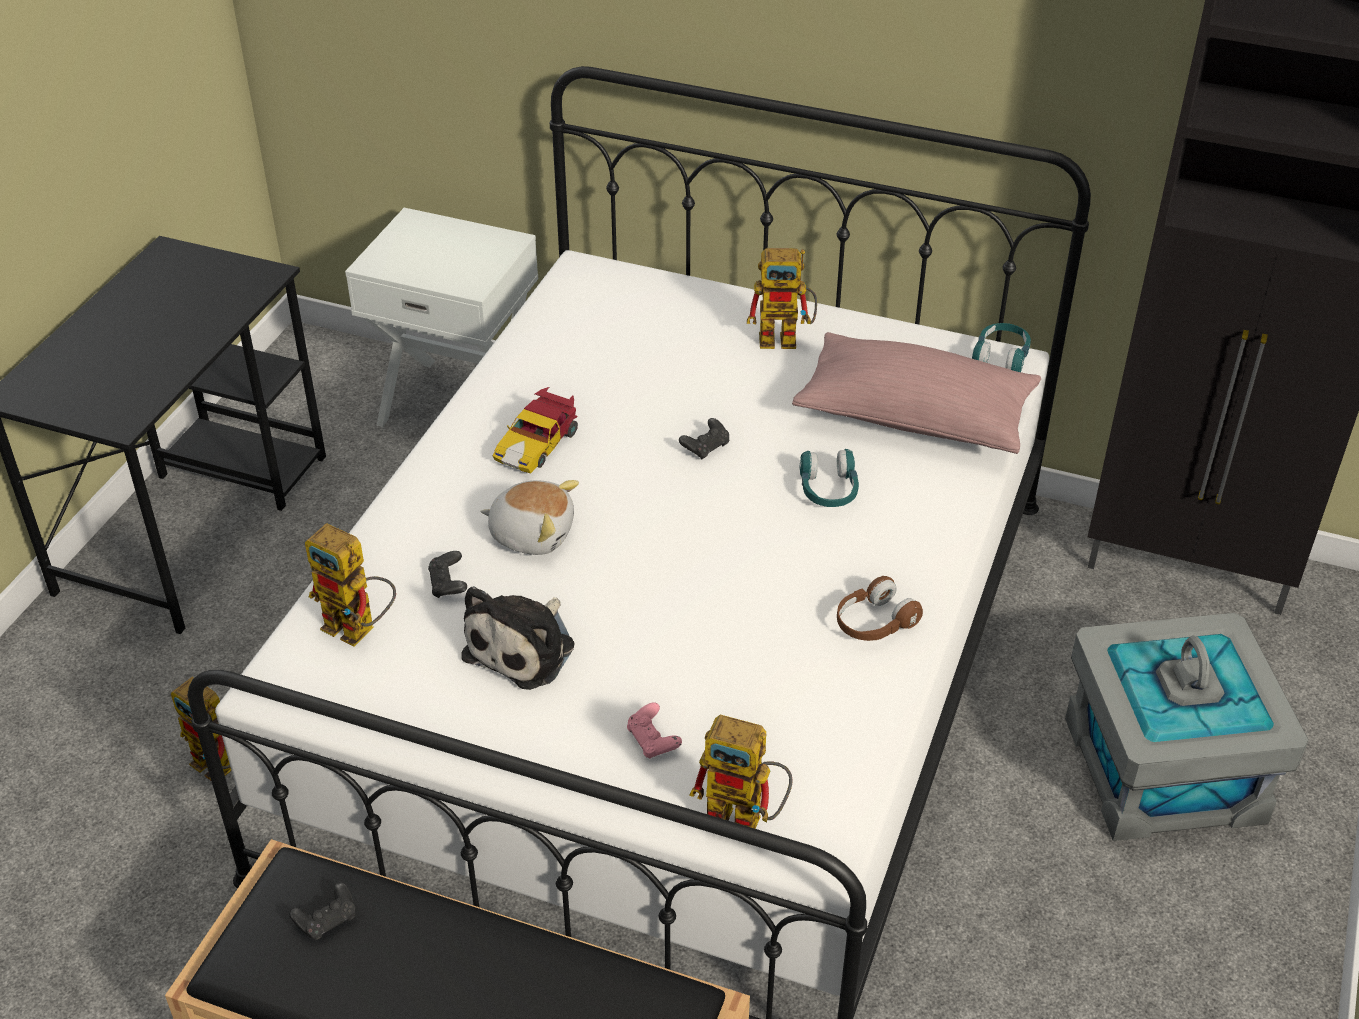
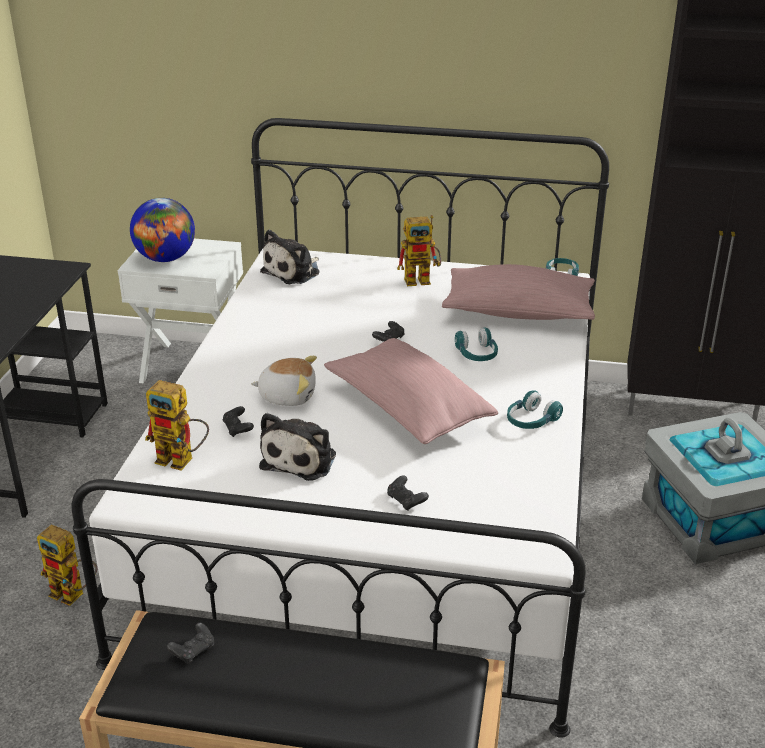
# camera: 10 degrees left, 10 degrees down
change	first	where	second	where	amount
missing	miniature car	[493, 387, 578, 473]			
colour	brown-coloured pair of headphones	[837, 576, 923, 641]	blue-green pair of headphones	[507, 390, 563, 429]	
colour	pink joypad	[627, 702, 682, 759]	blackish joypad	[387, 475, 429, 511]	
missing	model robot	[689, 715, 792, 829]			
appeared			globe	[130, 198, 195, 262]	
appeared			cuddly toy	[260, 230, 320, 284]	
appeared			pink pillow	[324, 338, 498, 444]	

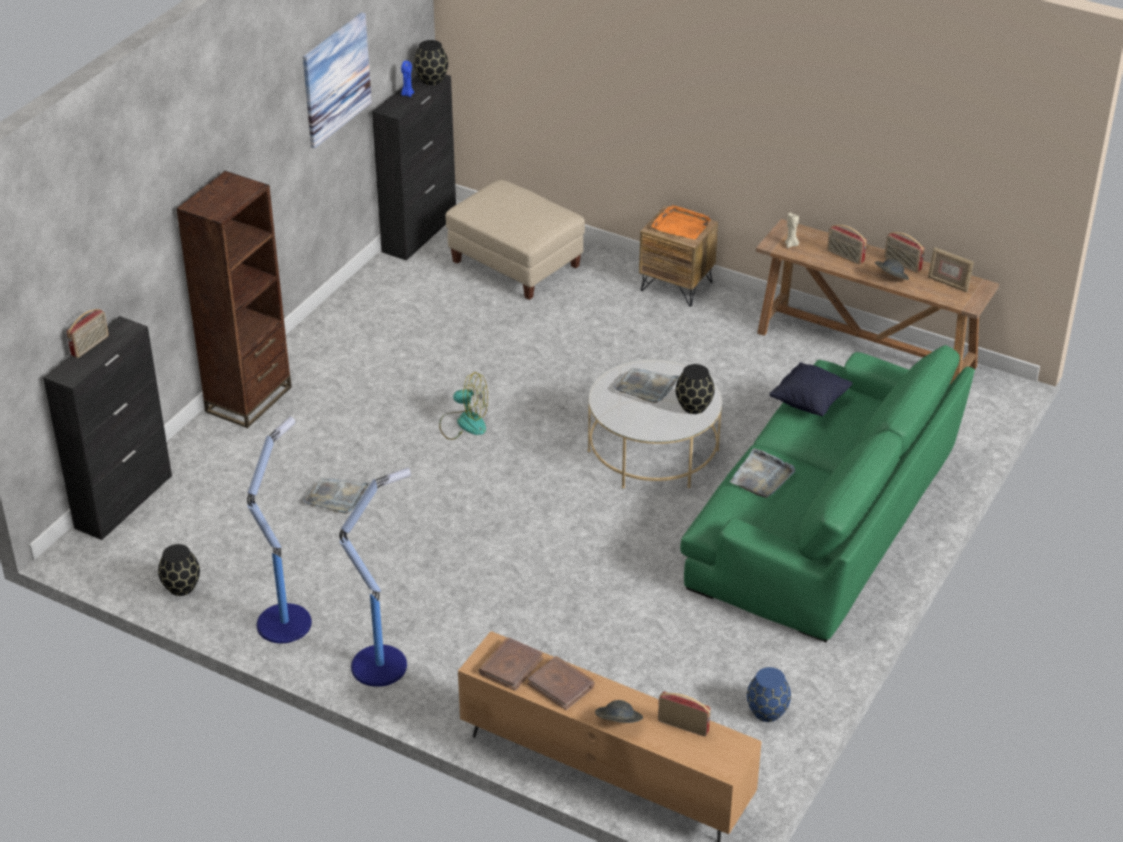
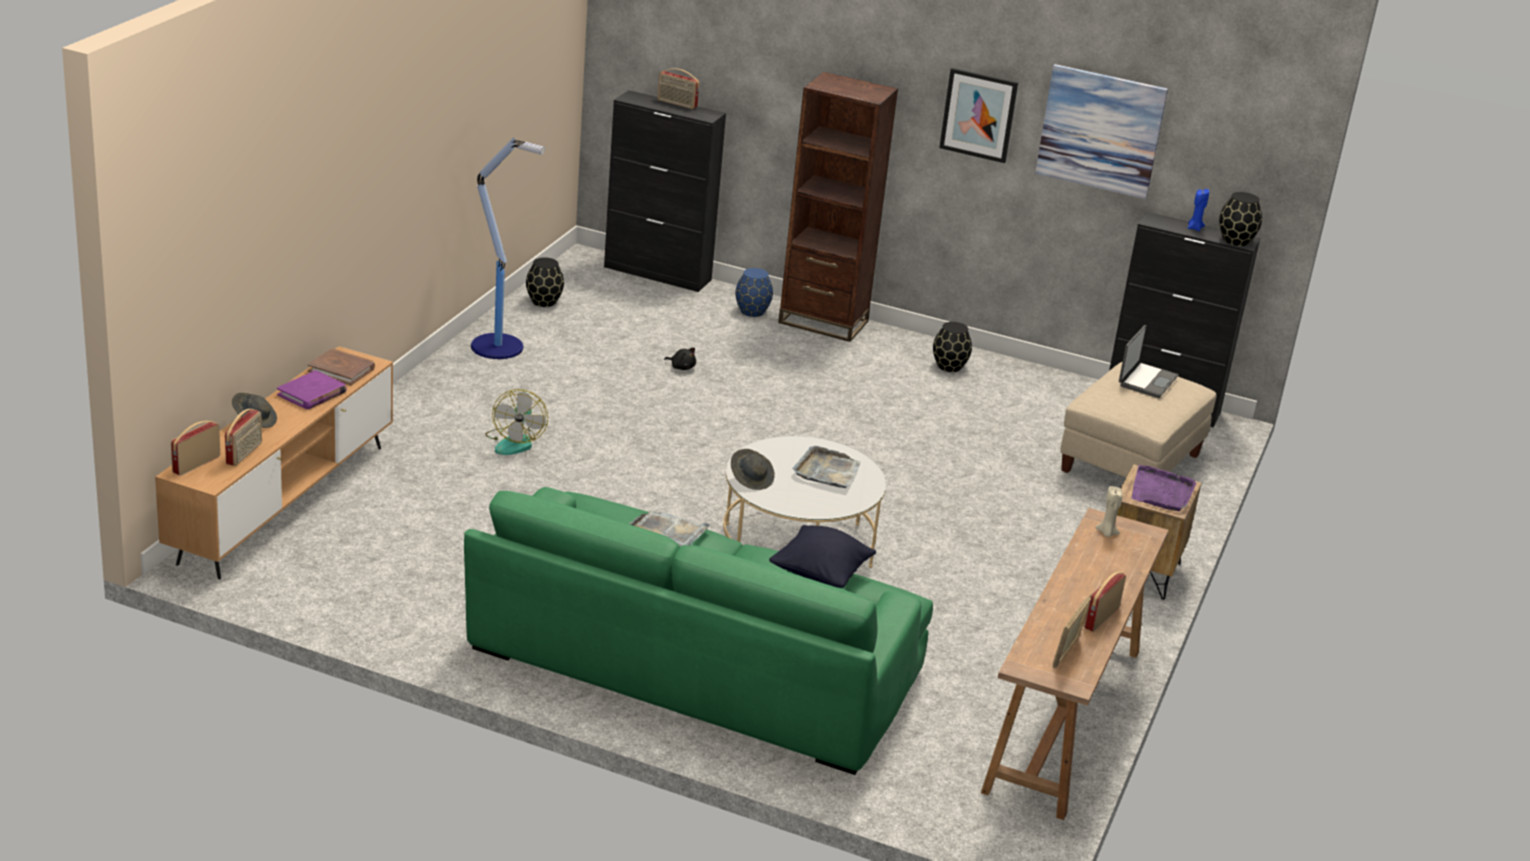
# camera: 80 degrees right, 10 degrees down
change	first	where	second	where	amount
colour	orangey carrying tray	[651, 205, 711, 239]	purplish carrying tray	[1131, 465, 1197, 511]	
relocated	radio receiver	[827, 225, 867, 265]		[171, 421, 220, 476]	
relocated	grey clothing hat	[875, 259, 909, 280]		[731, 449, 775, 490]	
relocated	blackish flower vase	[675, 364, 715, 414]		[933, 322, 972, 372]	
relocated	electric fan	[439, 372, 488, 440]		[486, 389, 548, 455]	
missing	standing lamp	[339, 467, 411, 687]			
exchanged	grey carrying tray	[303, 478, 370, 514]	blackish cuddly toy	[664, 348, 696, 370]	
colour	brown-coloured volume	[528, 656, 595, 710]	purplish volume	[277, 370, 347, 409]	
relocated	blue flower vase	[747, 667, 791, 722]		[735, 268, 773, 317]	
appeared			wall art	[939, 68, 1018, 163]	
appeared			laptop	[1119, 325, 1178, 398]	

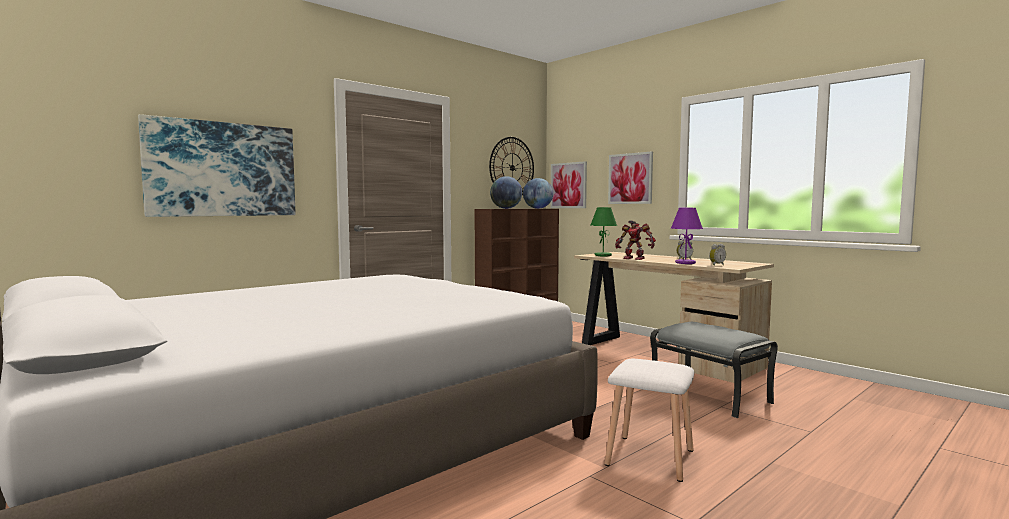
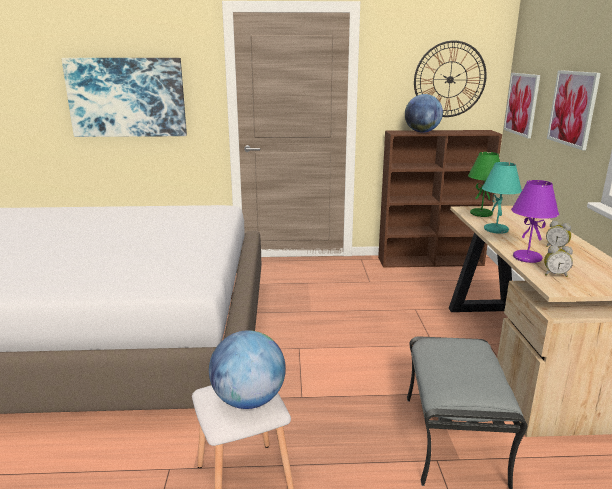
# camera: 40 degrees right, 15 degrees up
change	first	where	second	where	amount
relocated	globe	[523, 178, 553, 209]		[209, 330, 286, 409]	
exchanged	model robot	[615, 220, 656, 260]	blue-green lamp for a table	[482, 162, 522, 234]	

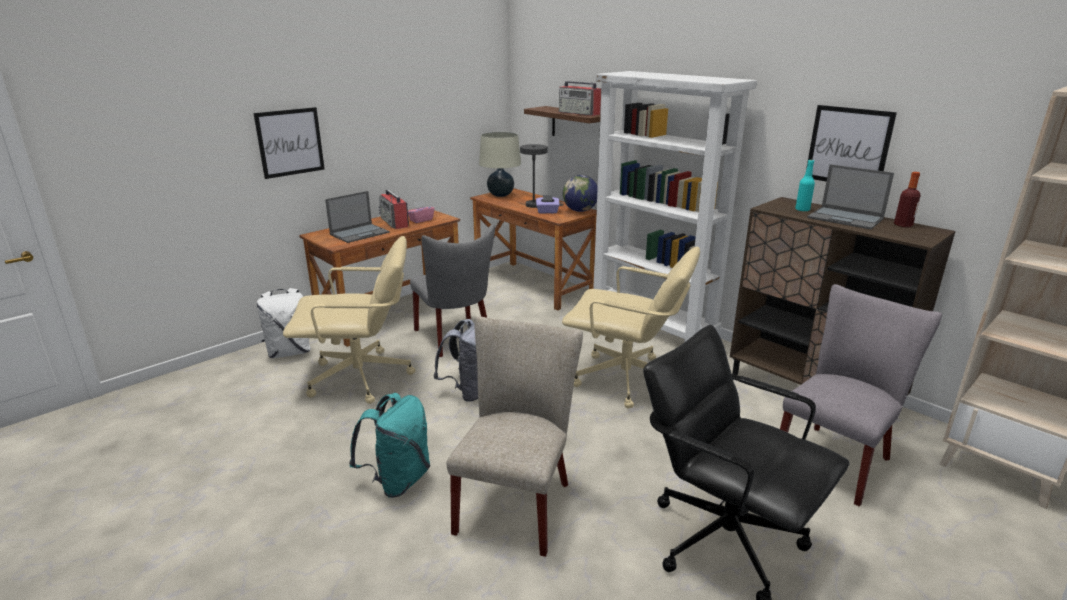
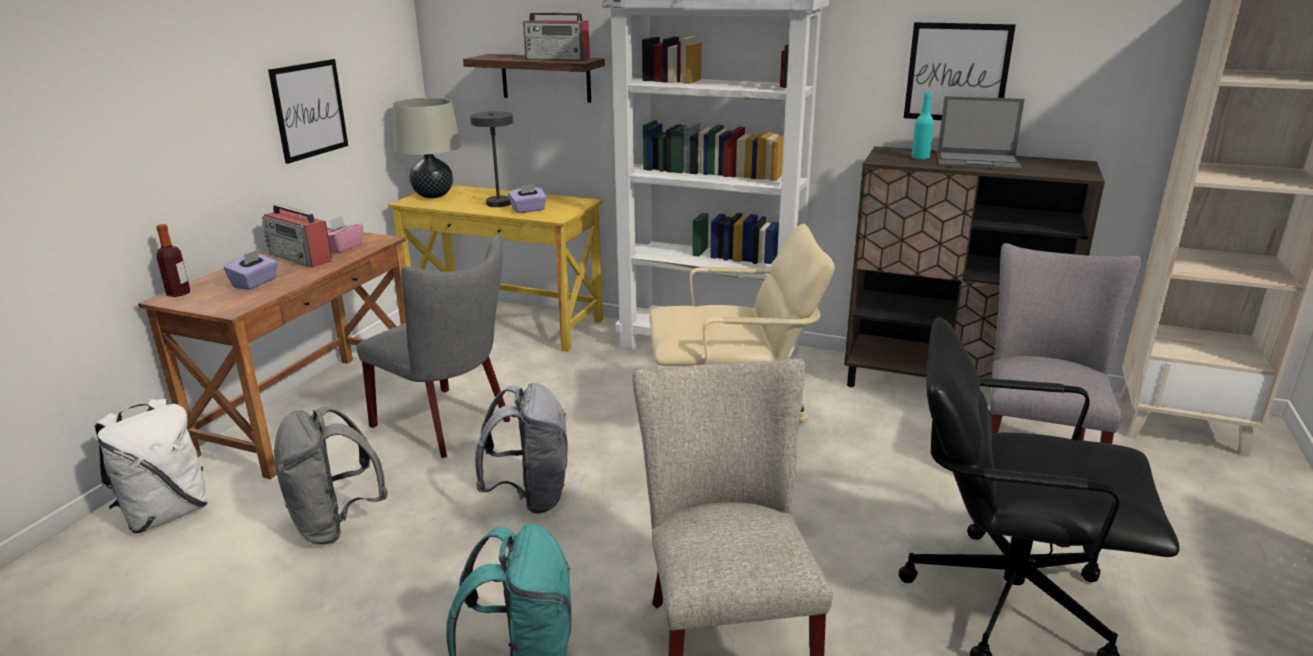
# camera: 25 degrees left, 0 degrees up
change	first	where	second	where	amount
relocated	wall art	[254, 107, 325, 179]		[268, 59, 348, 164]	
relocated	drink bottle	[894, 172, 921, 227]		[156, 224, 190, 297]	
missing	globe	[563, 175, 598, 212]			
colour	brown-coloured desk	[470, 188, 597, 311]	yellowish desk	[388, 185, 603, 352]	
exchanged	laptop	[325, 191, 389, 243]	purplish box of tissues	[224, 249, 278, 290]	
exchanged	sand-coloured office chair	[283, 236, 415, 404]	grey backpack	[274, 407, 388, 544]	

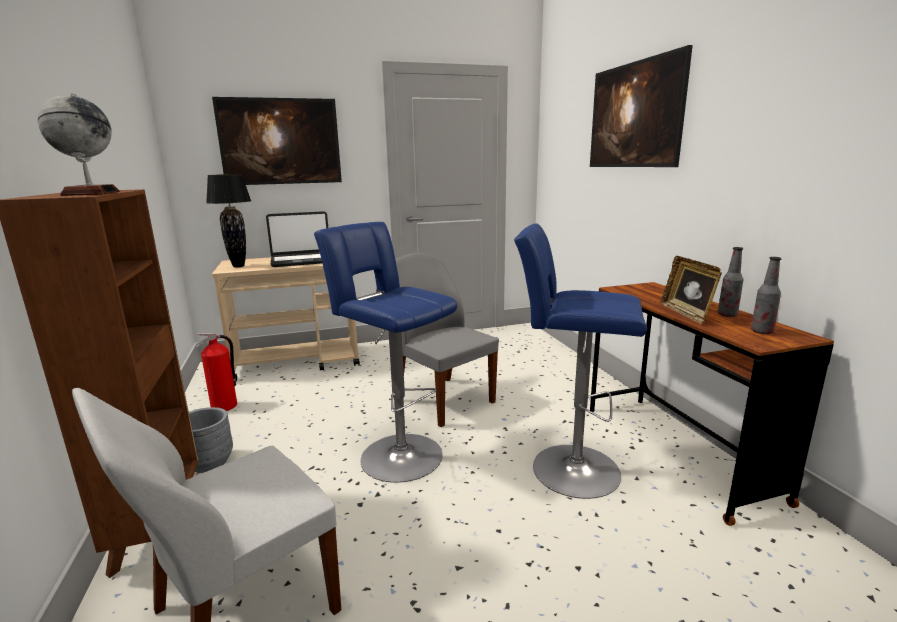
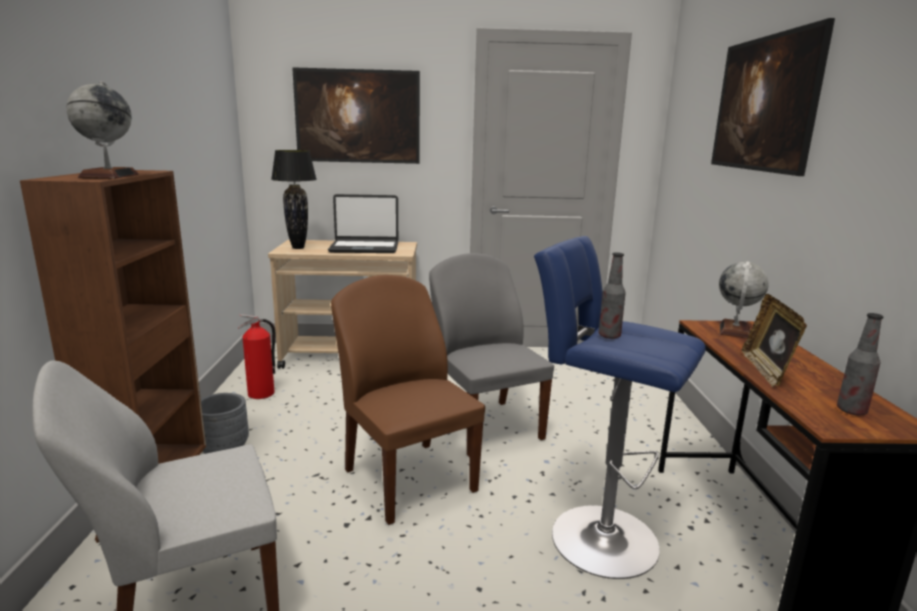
# camera: 15 degrees right, 0 degrees up
change	first	where	second	where	amount
exchanged	blue stool seat	[314, 222, 457, 483]	brown-coloured plain chair	[331, 275, 485, 525]	
relocated	drink bottle	[718, 247, 743, 317]		[598, 252, 626, 339]	
appeared			globe	[719, 261, 769, 339]	

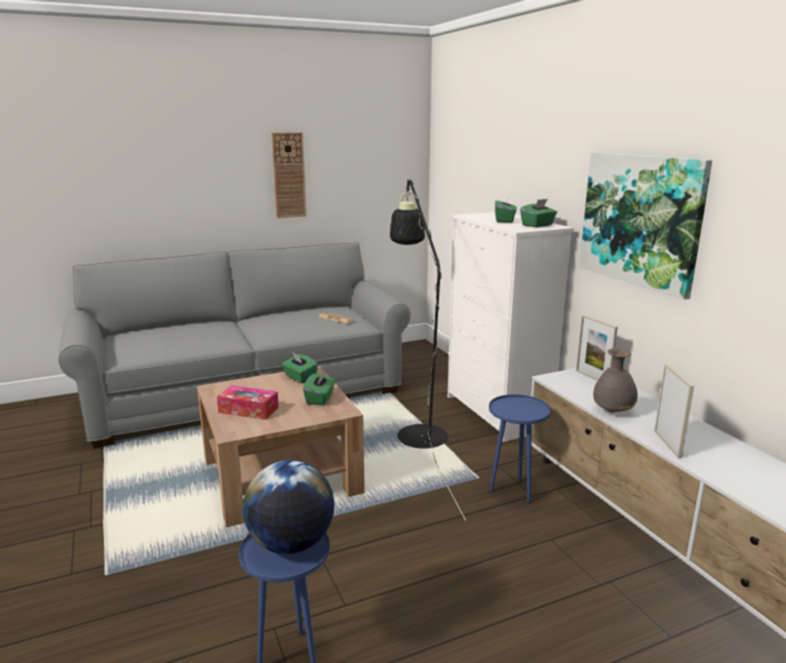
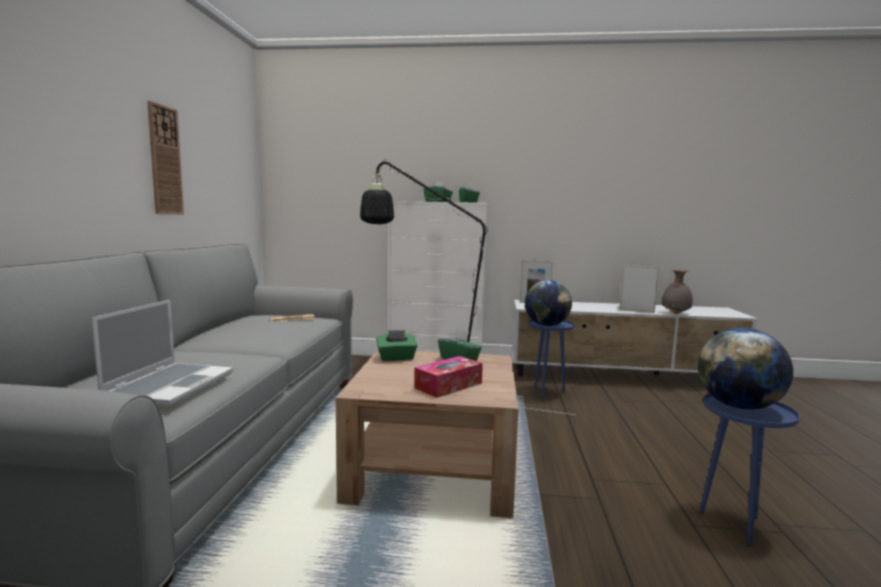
# camera: 60 degrees left, 10 degrees down
change	first	where	second	where	amount
missing	wall art	[579, 152, 712, 300]			
relocated	grey flower vase	[593, 348, 638, 413]		[662, 270, 693, 314]	
appeared			globe	[525, 280, 572, 326]	
appeared			laptop	[91, 300, 233, 406]	

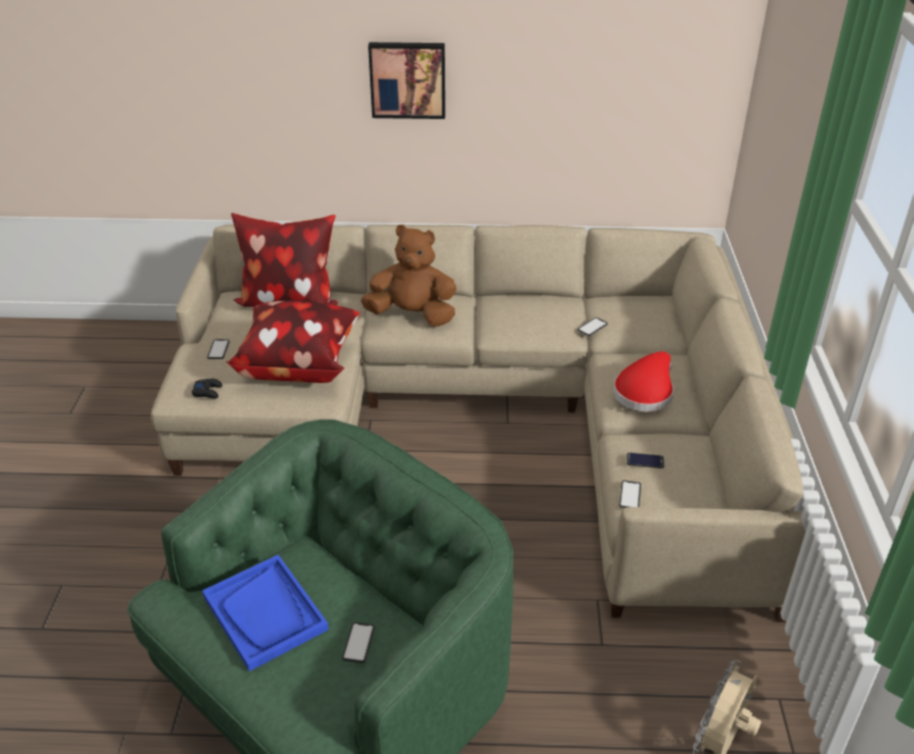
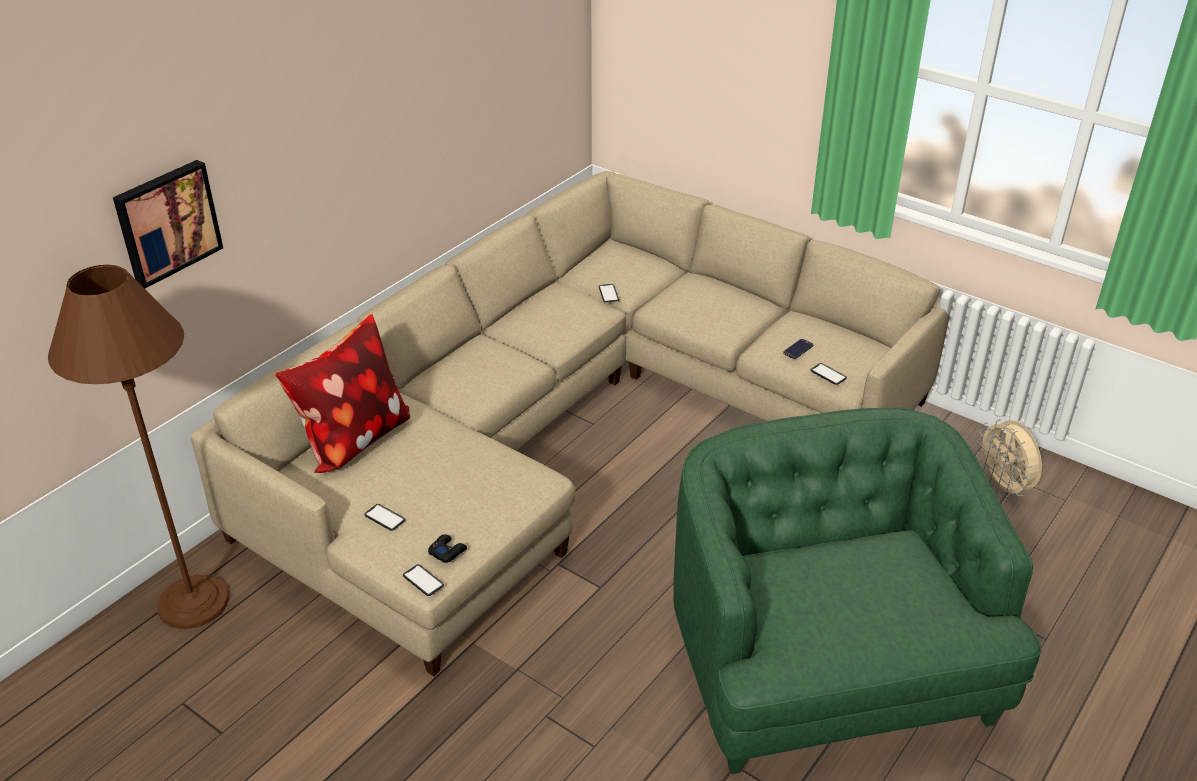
# camera: 55 degrees left, 0 degrees up
change	first	where	second	where	amount
relocated	wall art	[368, 42, 445, 119]		[113, 160, 223, 288]	
missing	brown-coloured cuddly toy	[361, 225, 457, 326]			
missing	pillow	[226, 300, 360, 383]			
missing	red-coloured clothing hat	[613, 351, 674, 412]			
missing	blue carrying tray	[202, 555, 329, 671]			
relocated	phone	[342, 622, 375, 663]		[403, 564, 444, 596]	
appeared			brown-coloured standing lamp	[48, 265, 229, 629]	

